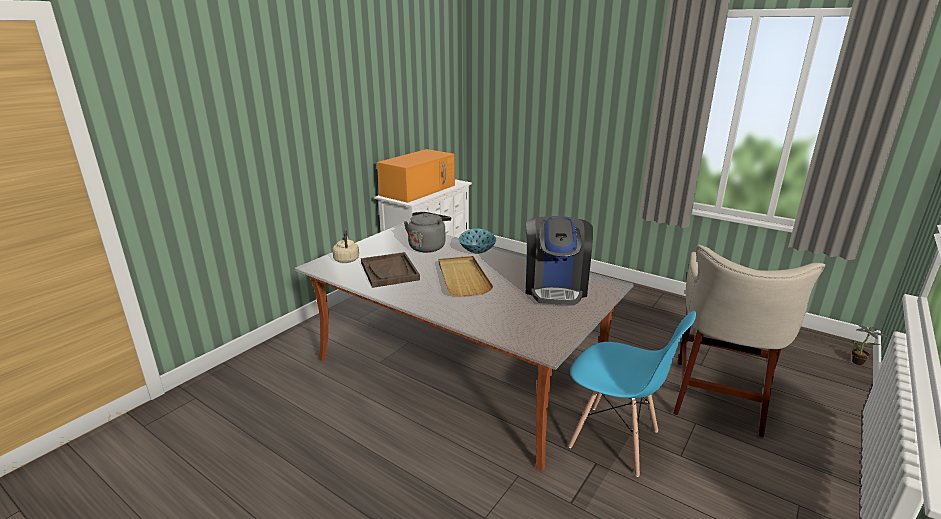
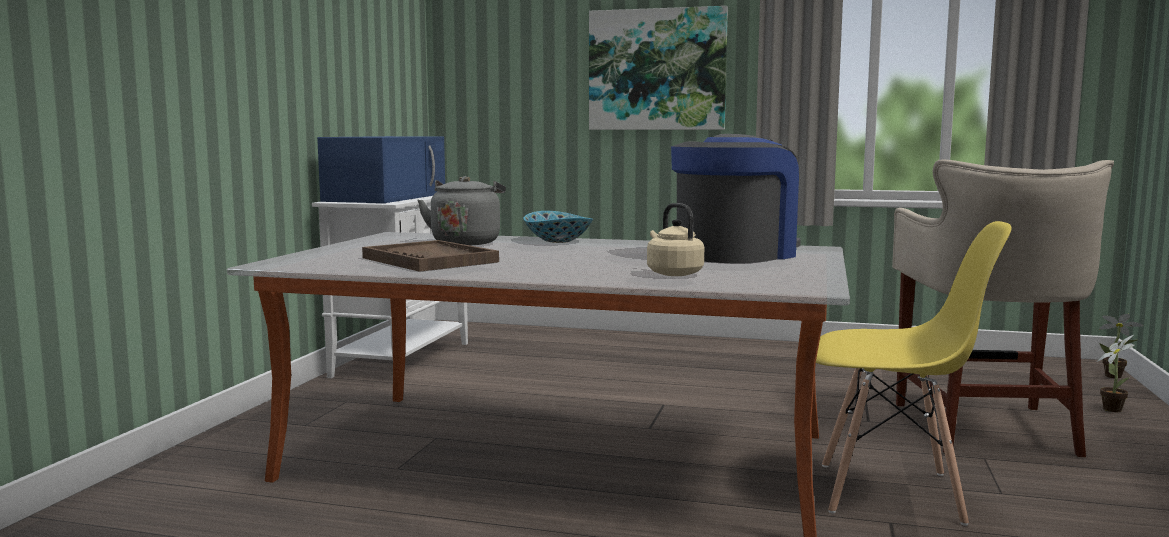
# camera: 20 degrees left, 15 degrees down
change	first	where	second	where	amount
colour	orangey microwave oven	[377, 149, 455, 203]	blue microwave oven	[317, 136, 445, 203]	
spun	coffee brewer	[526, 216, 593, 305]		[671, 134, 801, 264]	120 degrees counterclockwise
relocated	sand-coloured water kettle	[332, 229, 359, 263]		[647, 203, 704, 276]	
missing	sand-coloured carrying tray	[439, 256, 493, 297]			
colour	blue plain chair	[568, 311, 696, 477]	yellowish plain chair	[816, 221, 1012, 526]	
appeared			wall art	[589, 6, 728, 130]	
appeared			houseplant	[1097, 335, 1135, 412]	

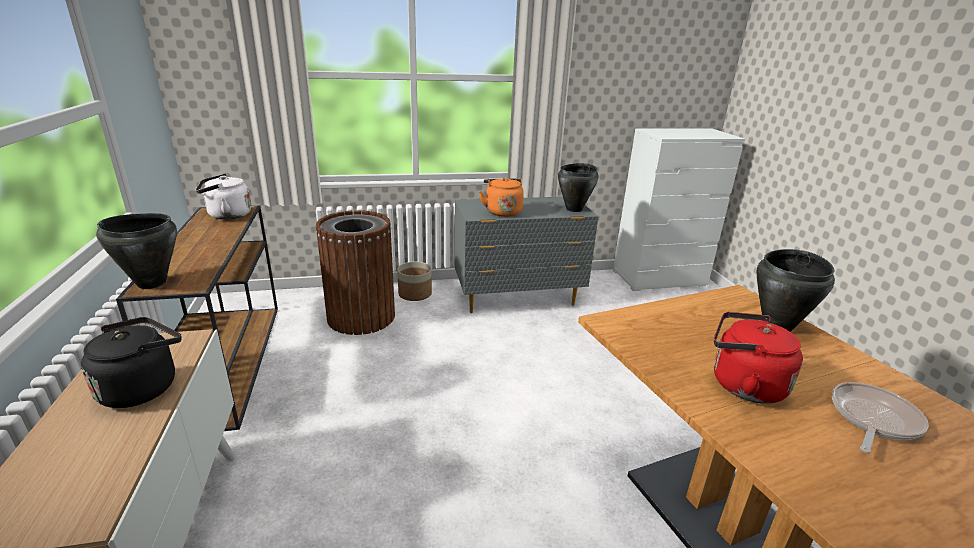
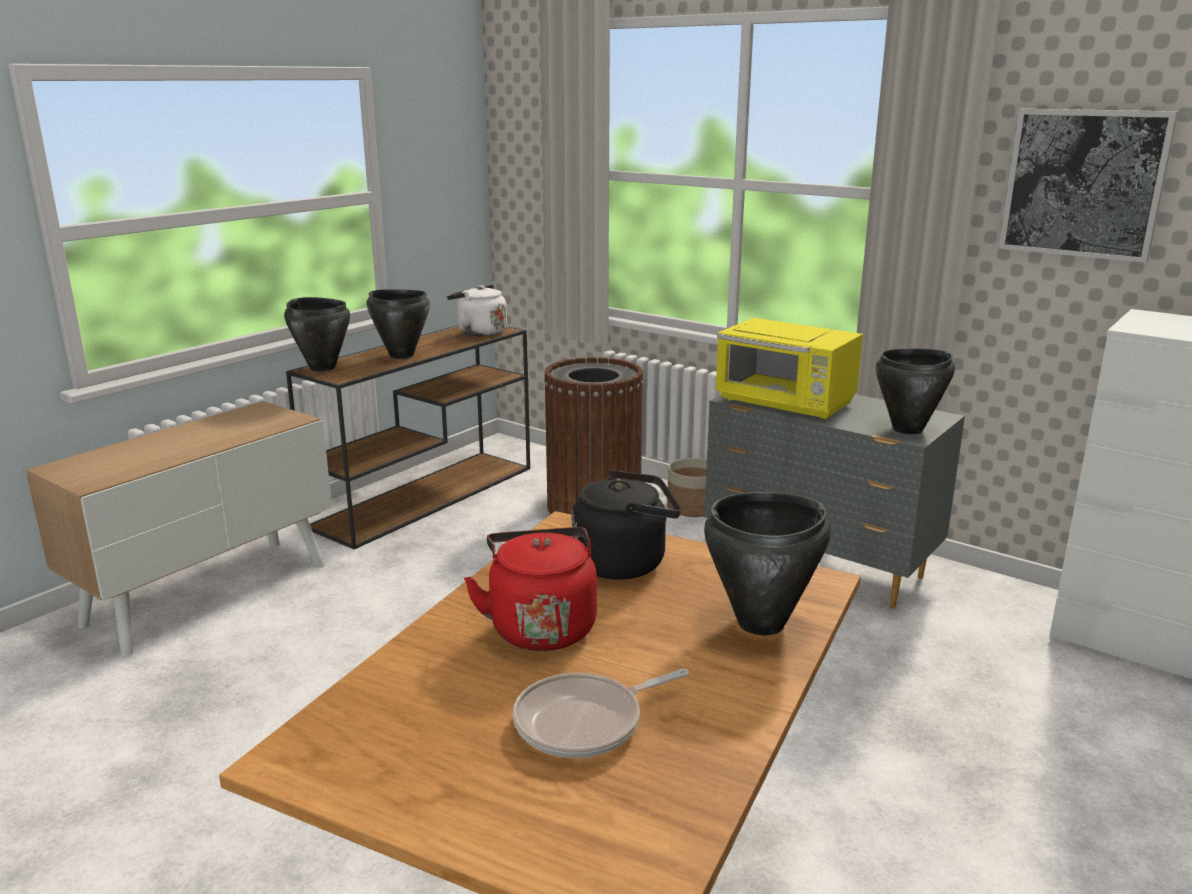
# camera: 50 degrees right, 5 degrees down
change	first	where	second	where	amount
exchanged	orangey water kettle	[479, 177, 524, 217]	yellowish microwave oven	[715, 318, 863, 419]	
relocated	blackish water kettle	[81, 317, 182, 408]		[572, 470, 681, 580]	
spun	frying pan	[832, 382, 929, 453]		[513, 668, 689, 758]	150 degrees clockwise
appeared			wall art	[999, 109, 1178, 263]	
appeared			blackish stockpot	[367, 289, 430, 359]	

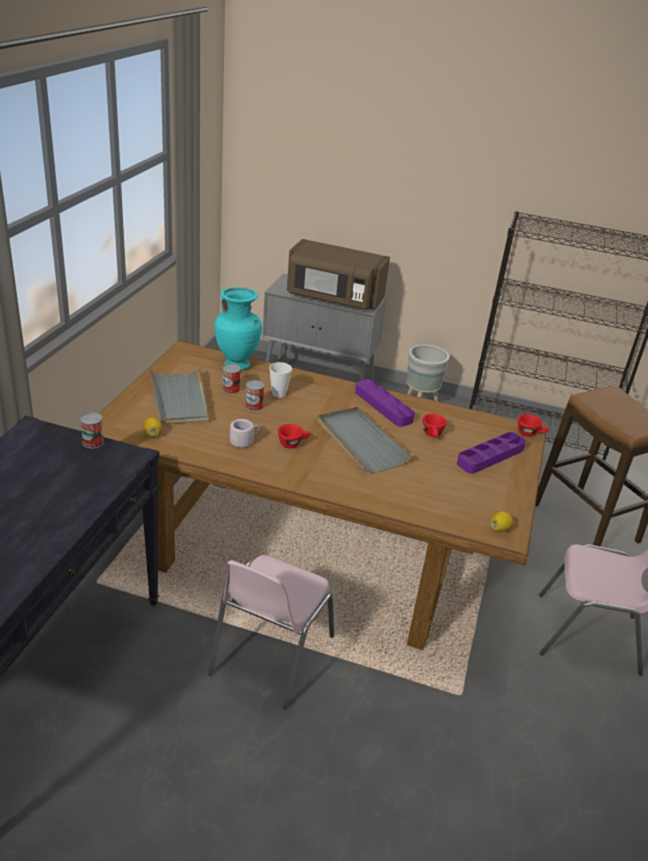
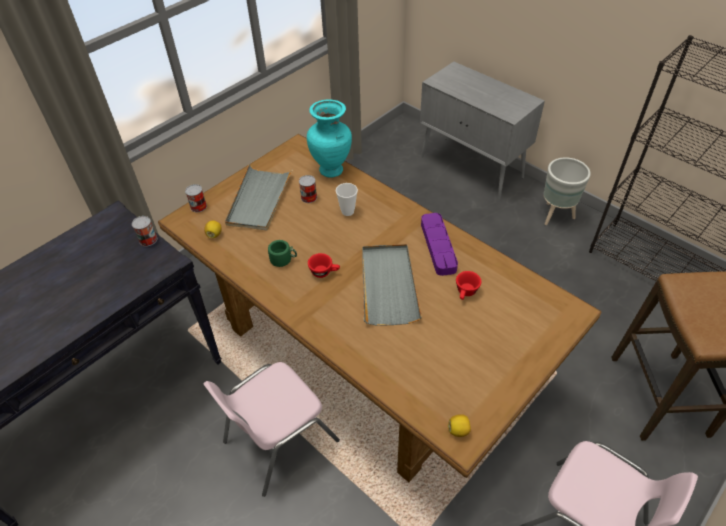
# camera: 30 degrees right, 15 degrees up
change	first	where	second	where	amount
missing	brown-coloured microwave oven	[287, 239, 390, 310]			
relocated	can	[245, 380, 264, 411]		[185, 184, 207, 212]	
missing	red-coloured small cup	[518, 414, 549, 437]			
colour	grey mug	[225, 419, 260, 448]	green-coloured mug	[268, 240, 297, 267]	
missing	purplish carrying tray	[457, 432, 526, 474]			

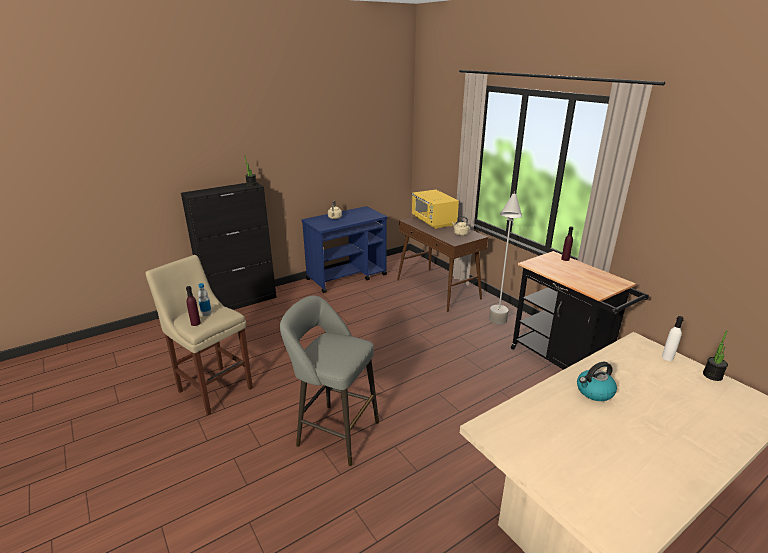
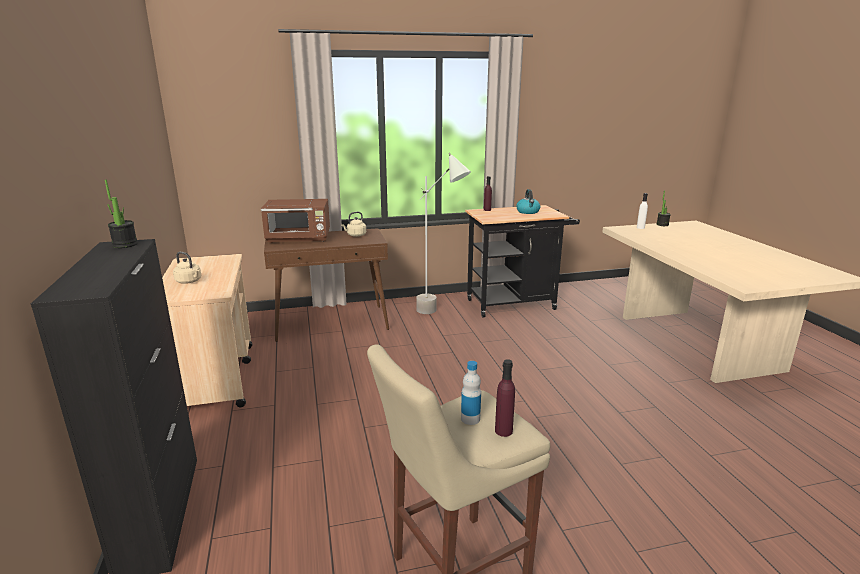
# camera: 70 degrees left, 5 degrees down
change	first	where	second	where	amount
colour	yellowish microwave oven	[412, 190, 459, 229]	brown-coloured microwave oven	[261, 199, 330, 243]	
colour	blue wheeled cart	[302, 206, 388, 293]	sand-coloured wheeled cart	[162, 254, 252, 407]	
missing	grey stool seat	[280, 295, 379, 466]			
relocated	water kettle	[577, 362, 617, 401]		[516, 189, 540, 214]	

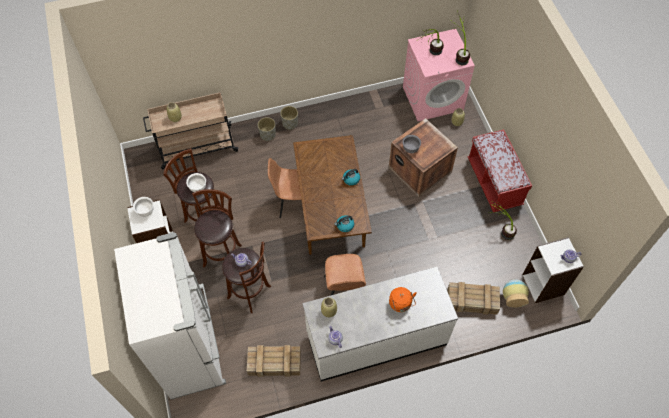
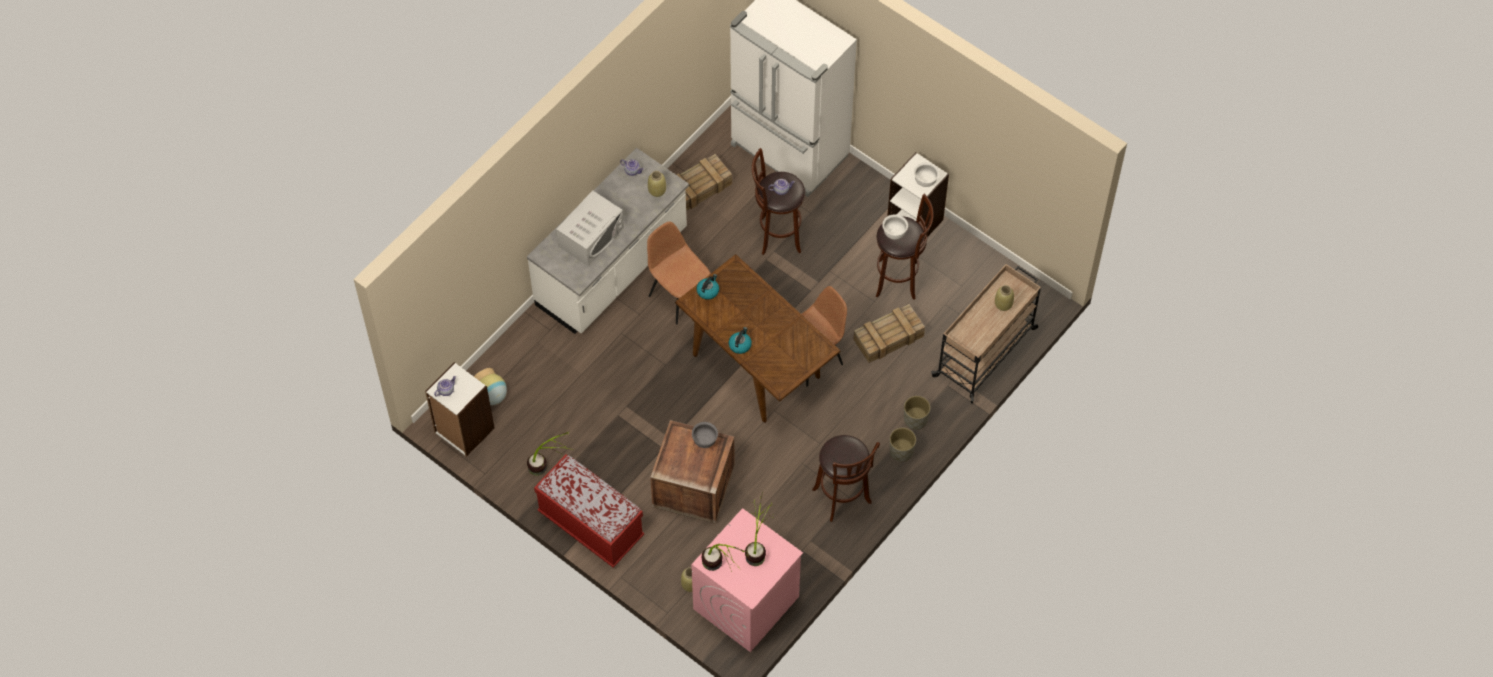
# camera: 145 degrees right, 0 degrees up
change	first	where	second	where	amount
relocated	brown-coloured stool seat	[192, 189, 242, 267]		[812, 435, 880, 522]	
relocated	crate	[448, 282, 500, 315]		[853, 304, 925, 363]	
exchanged	orangey water kettle	[389, 287, 417, 312]	white microwave oven	[556, 190, 624, 266]	

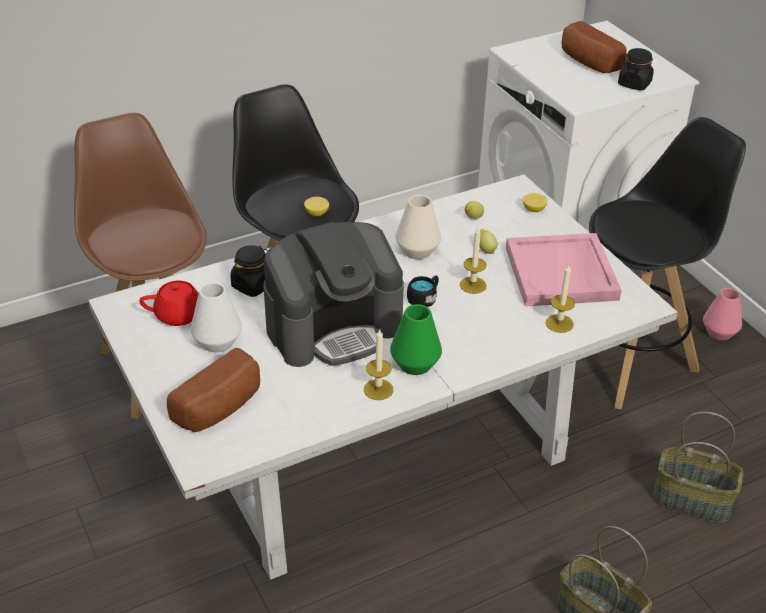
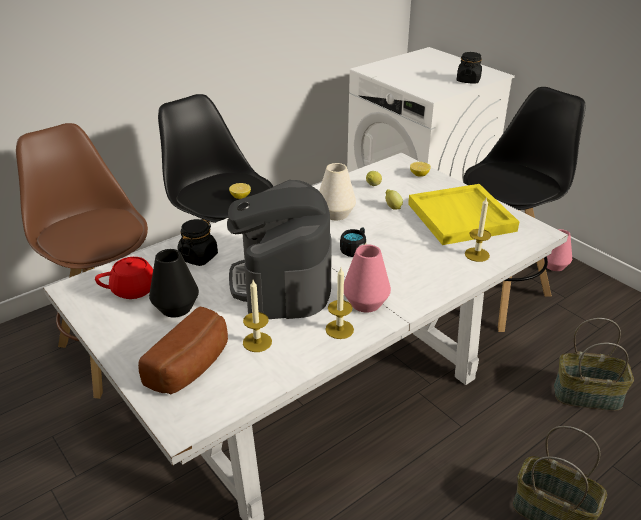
# camera: 10 degrees left, 5 degrees down
change	first	where	second	where	amount
missing	baked bread	[562, 21, 626, 73]			
spun	coffee brewer	[263, 222, 404, 367]		[227, 180, 332, 319]	120 degrees clockwise
relocated	candle	[460, 227, 487, 294]		[243, 280, 272, 352]	
colour	pink carrying tray	[506, 233, 621, 307]	yellowish carrying tray	[408, 184, 519, 245]	
colour	white flower vase	[191, 282, 242, 352]	blackish flower vase	[149, 249, 199, 317]	
colour	green-coloured flower vase	[390, 304, 442, 375]	pink flower vase	[344, 244, 391, 313]	

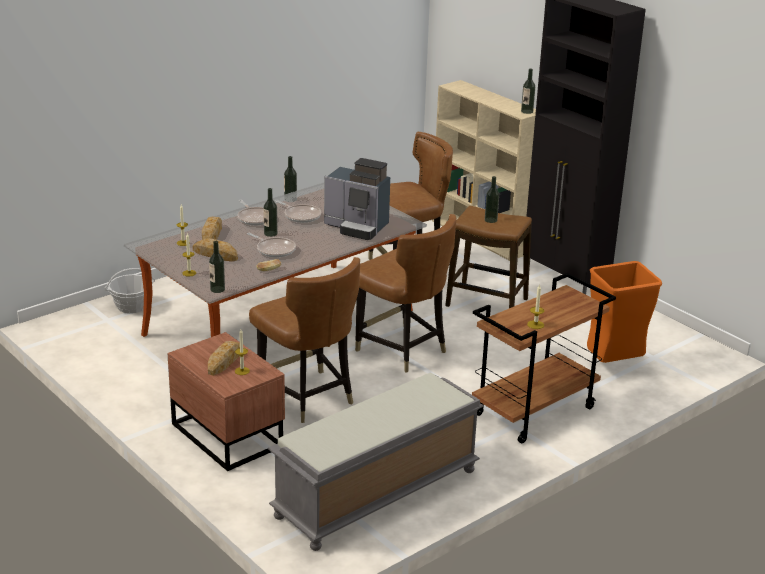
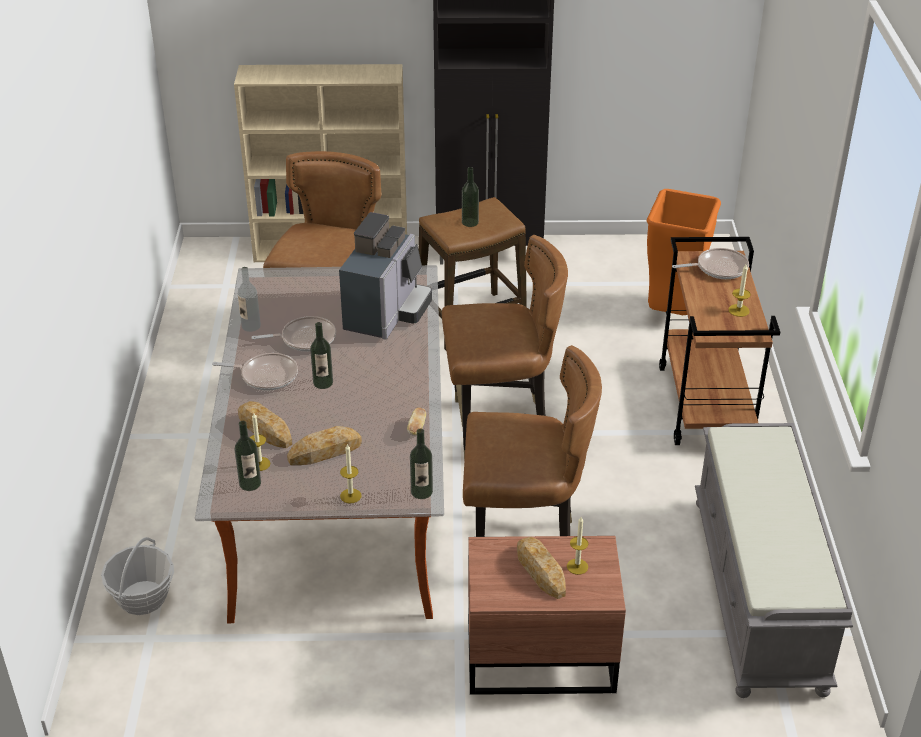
# camera: 50 degrees left, 10 degrees up
change	first	where	second	where	amount
relocated	drink bottle	[521, 68, 535, 114]		[234, 421, 261, 491]	
spun	coffee brewer	[324, 158, 390, 240]		[339, 212, 432, 340]	45 degrees counterclockwise
relocated	frying pan	[247, 233, 296, 258]		[672, 248, 749, 279]	

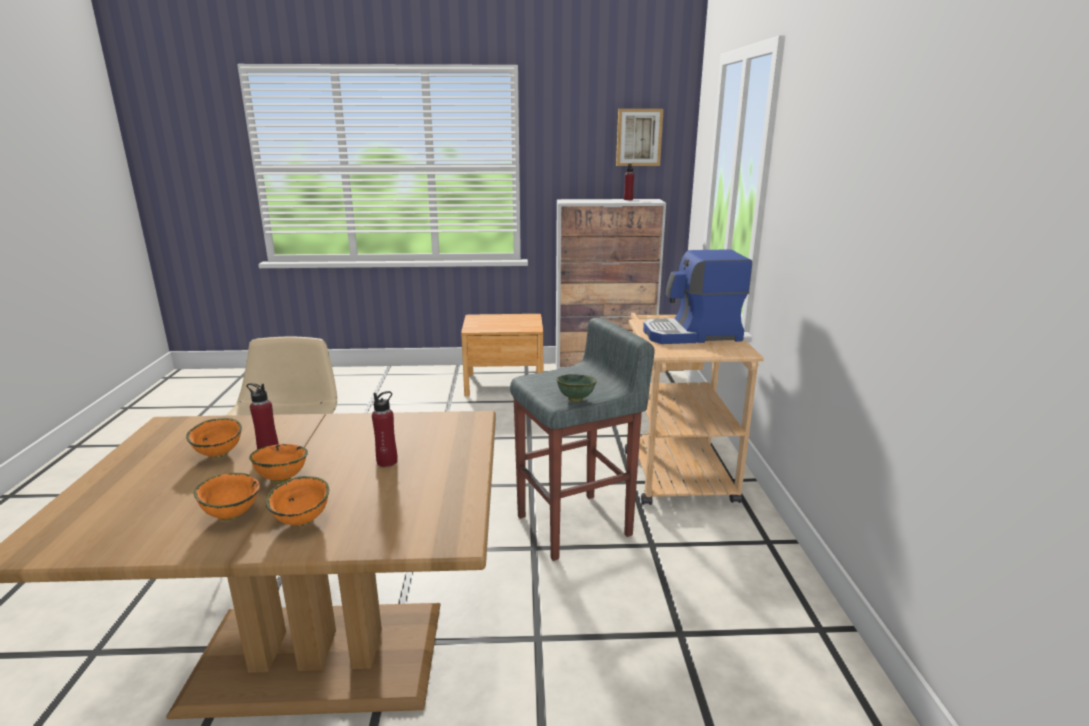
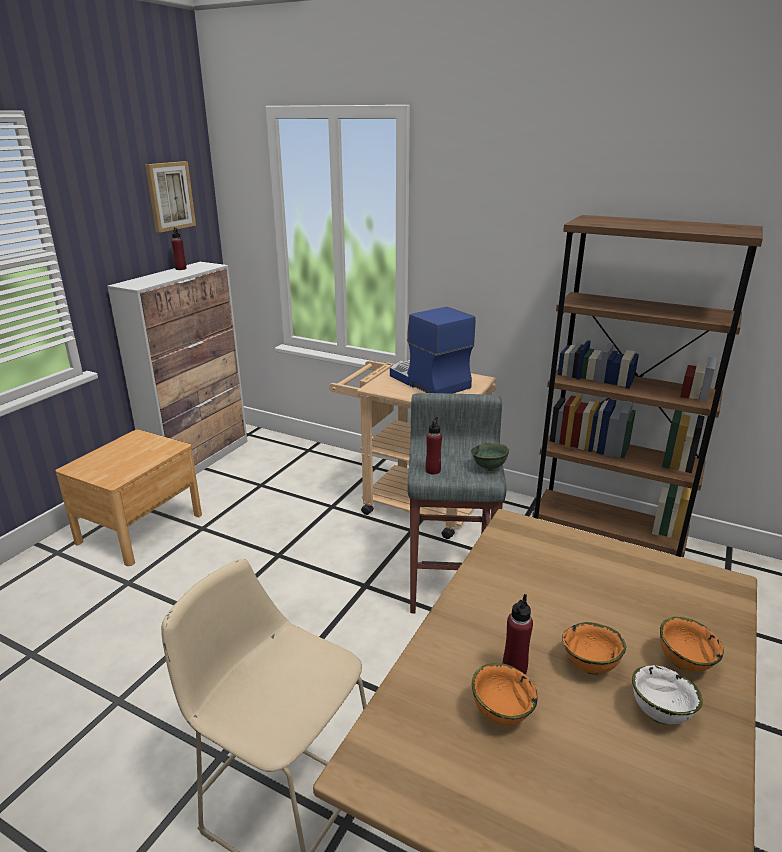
# camera: 60 degrees left, 5 degrees up
change	first	where	second	where	amount
spun	coffee brewer	[643, 249, 752, 344]		[390, 307, 476, 394]	120 degrees clockwise
relocated	red-coloured drink bottle	[372, 391, 398, 467]		[425, 417, 442, 474]	
colour	orangey deep dish	[194, 473, 260, 520]	white deep dish	[632, 665, 703, 724]	
appeared			brown-coloured shelving unit	[532, 215, 763, 557]	

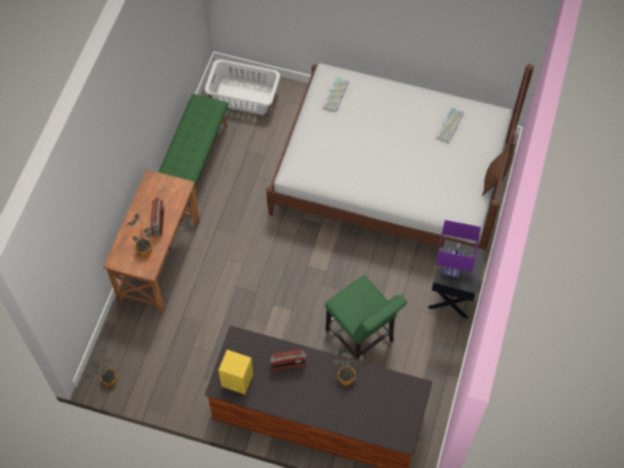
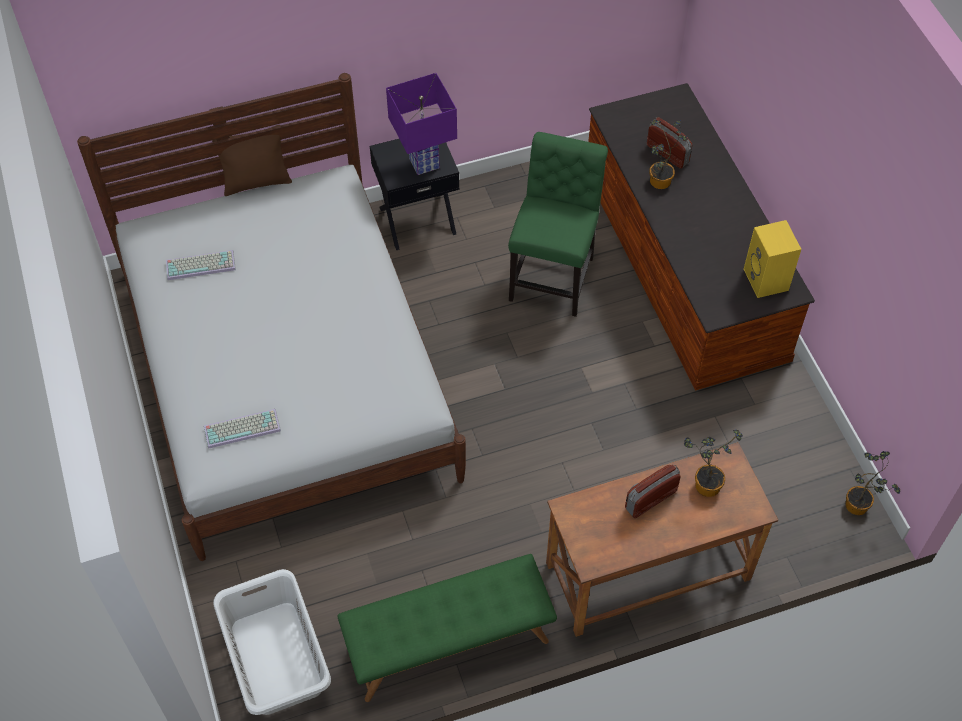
# camera: 125 degrees left, 5 degrees down
change	first	where	second	where	amount
relocated	radio receiver	[270, 350, 306, 371]		[647, 117, 692, 169]	

